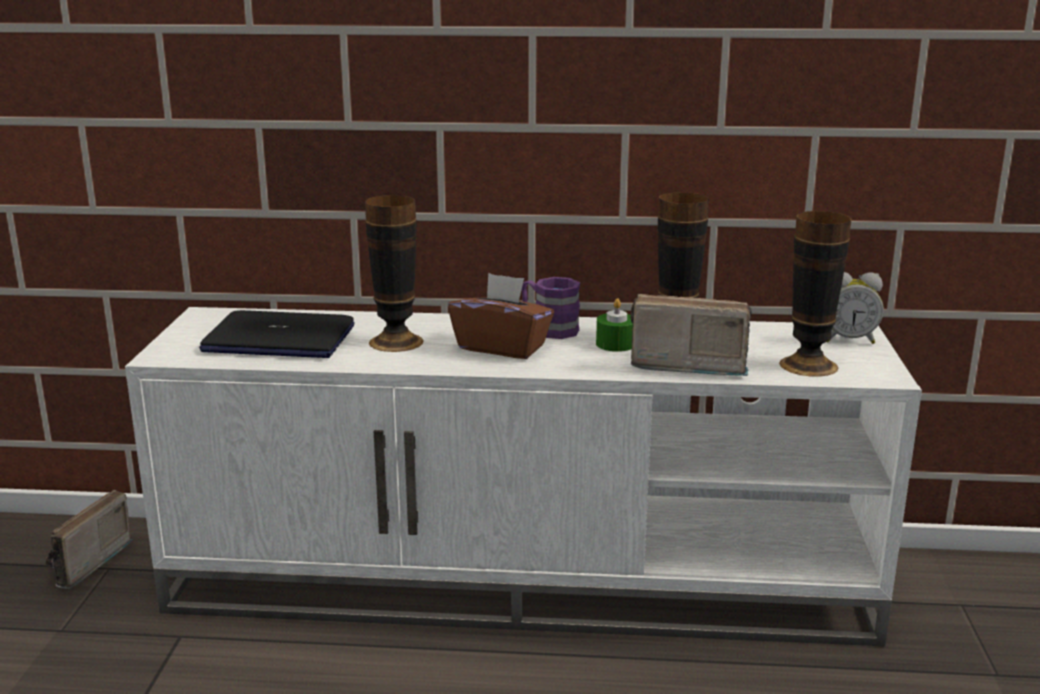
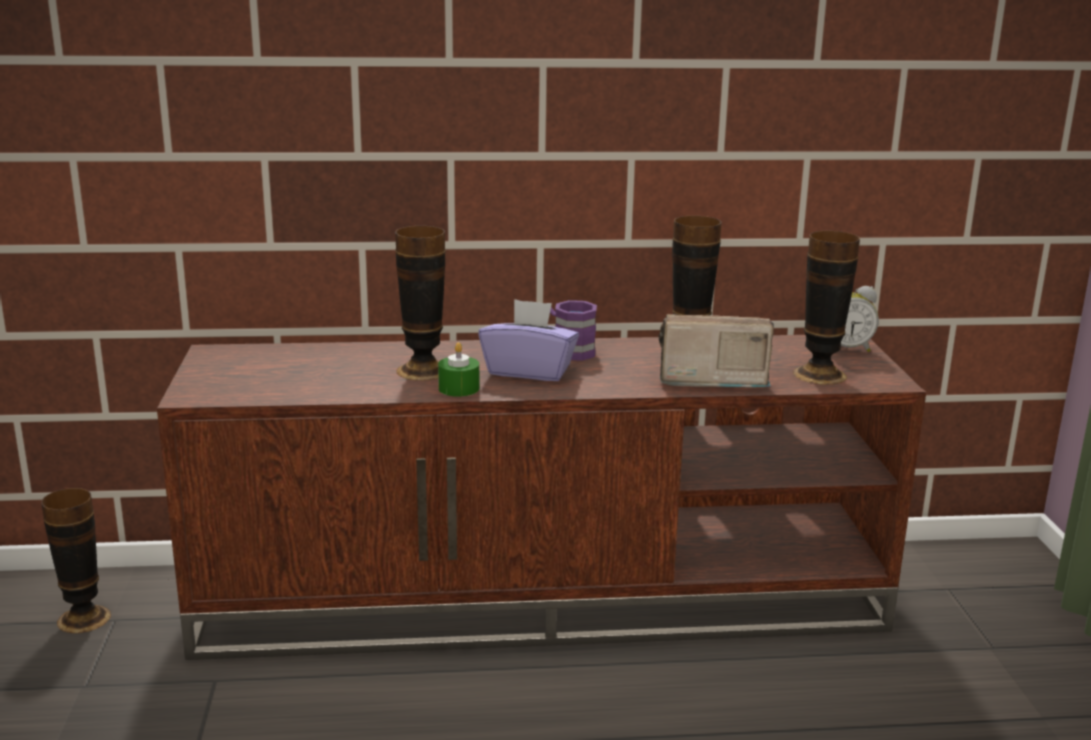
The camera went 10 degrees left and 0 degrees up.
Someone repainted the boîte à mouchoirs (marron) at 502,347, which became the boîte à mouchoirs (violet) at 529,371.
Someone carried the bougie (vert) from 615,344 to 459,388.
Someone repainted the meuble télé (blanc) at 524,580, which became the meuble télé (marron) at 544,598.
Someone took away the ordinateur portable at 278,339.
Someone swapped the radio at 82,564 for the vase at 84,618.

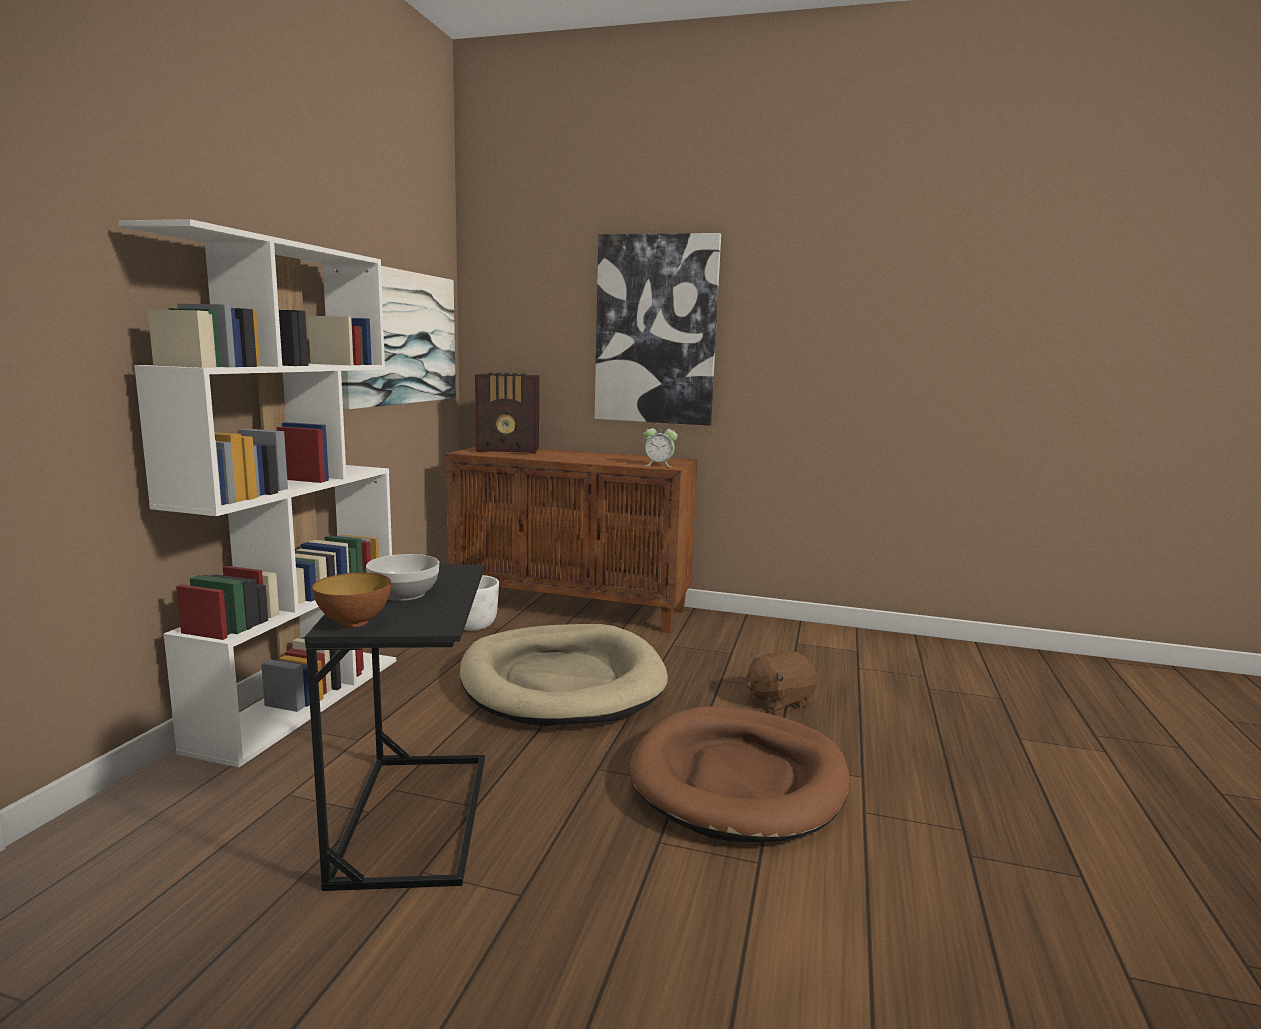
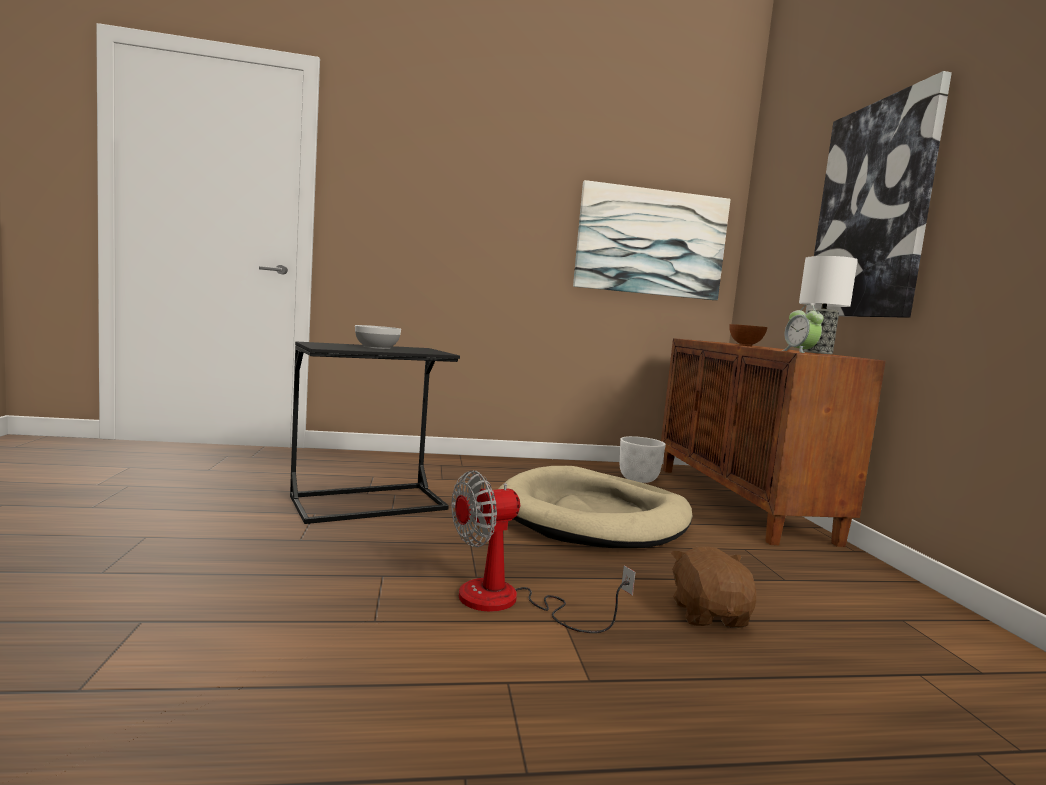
The camera went 65 degrees right and 5 degrees down.
Someone took away the bibliothèque (blanc) at 300,700.
Someone took away the radio at 509,450.
Someone carried the bol from 354,623 to 745,345.
Someone rotated the peluche (marron) at 778,700 by 45 degrees clockwise.
Someone swapped the panier pour chien (marron) at 739,779 for the ventilateur at 509,602.
Someone put down the lampe de table at 817,353.

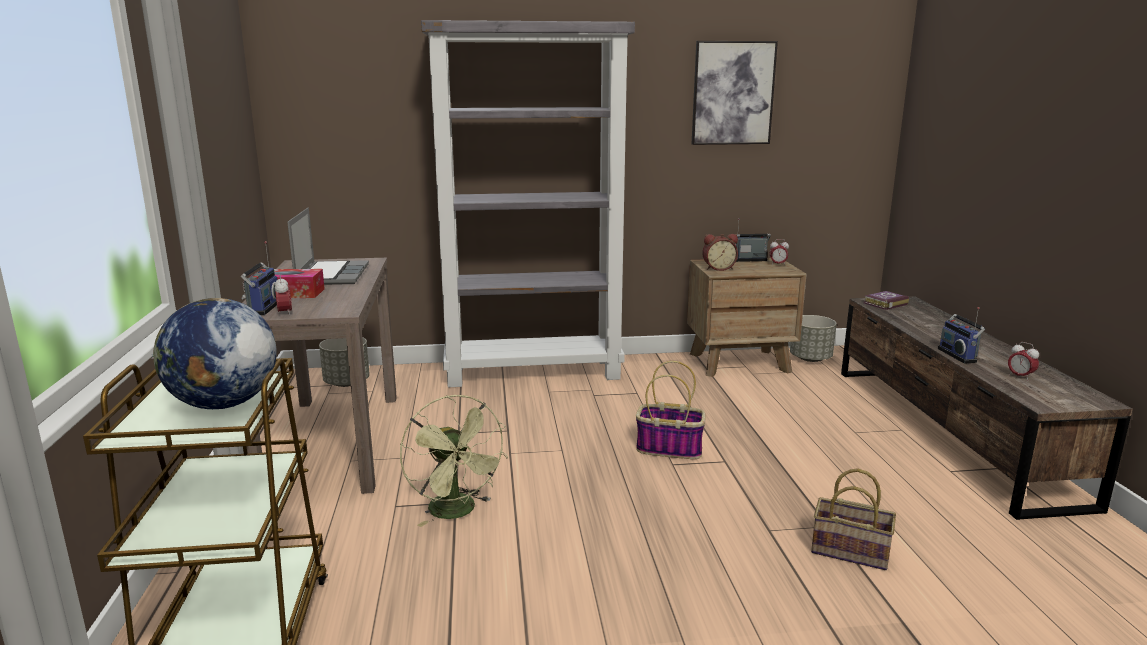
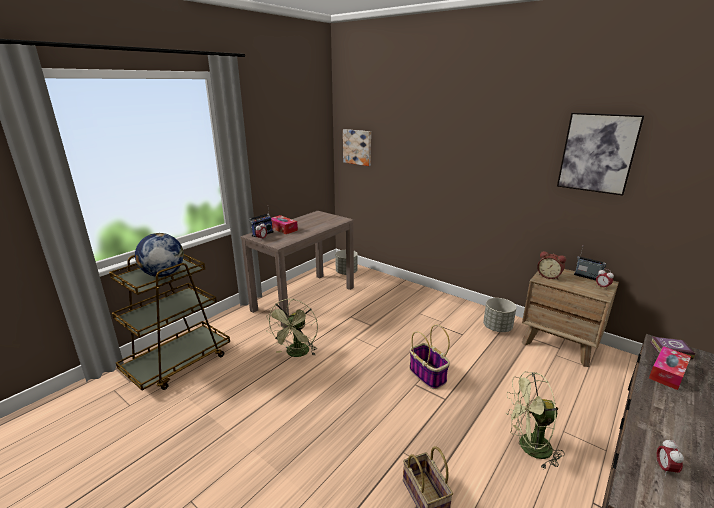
The camera went 45 degrees right and 5 degrees up.
Someone took away the bibliothèque (gris) at 534,372.
Someone took away the ordinateur portable at 331,275.
Someone took away the radio at 959,355.
Someone carried the cache-pot (gris) from 810,358 to 497,328.
Someone put up the tableau at 357,147.
Someone put down the boîte à mouchoirs at 667,373.
Someone put down the ventilateur (vert) at 528,447.

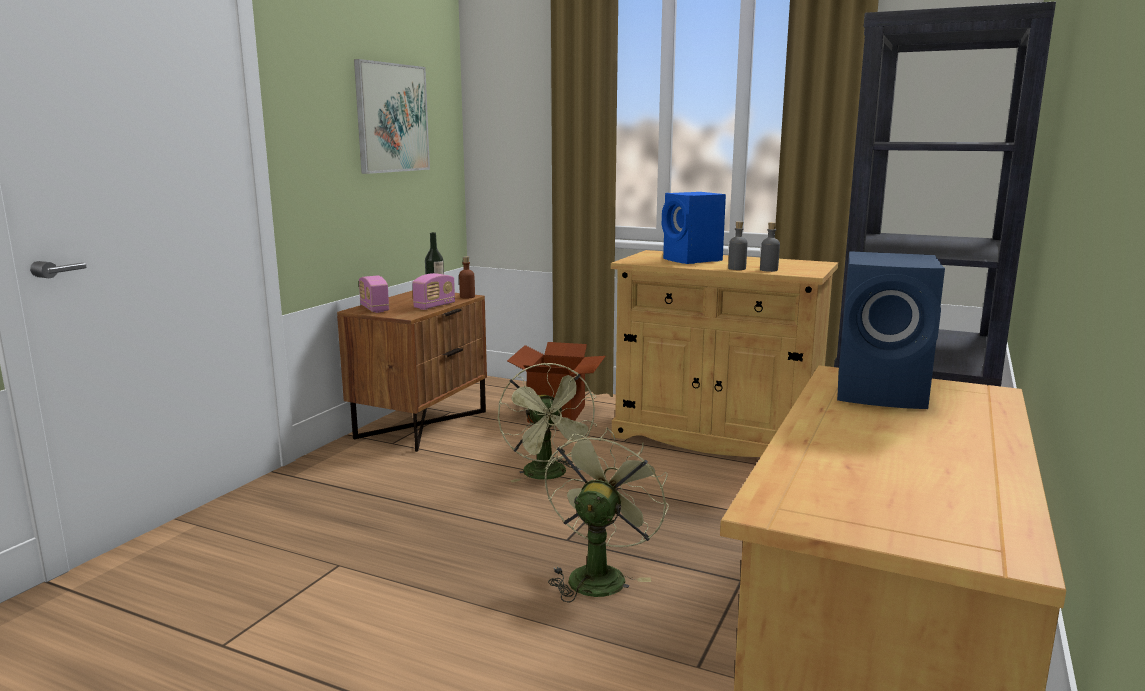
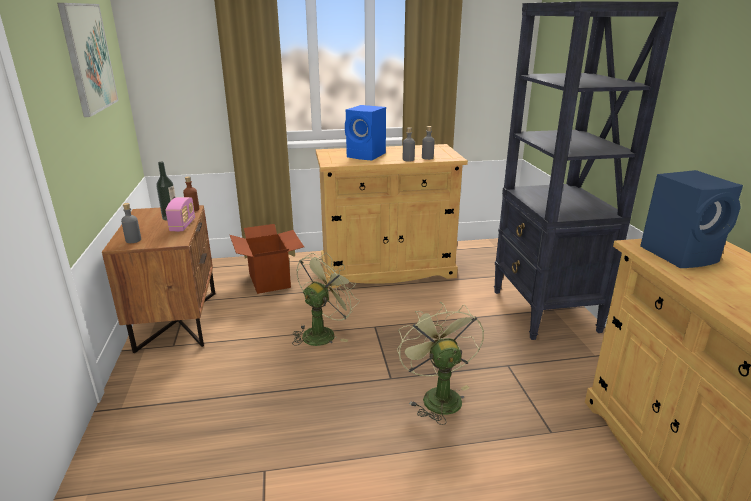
The camera went 35 degrees left and 10 degrees up.
Someone swapped the radio at 374,309 for the bouteille (gris) at 133,240.
Someone rotated the ventilateur (vert) at 549,475 by 90 degrees counterclockwise.

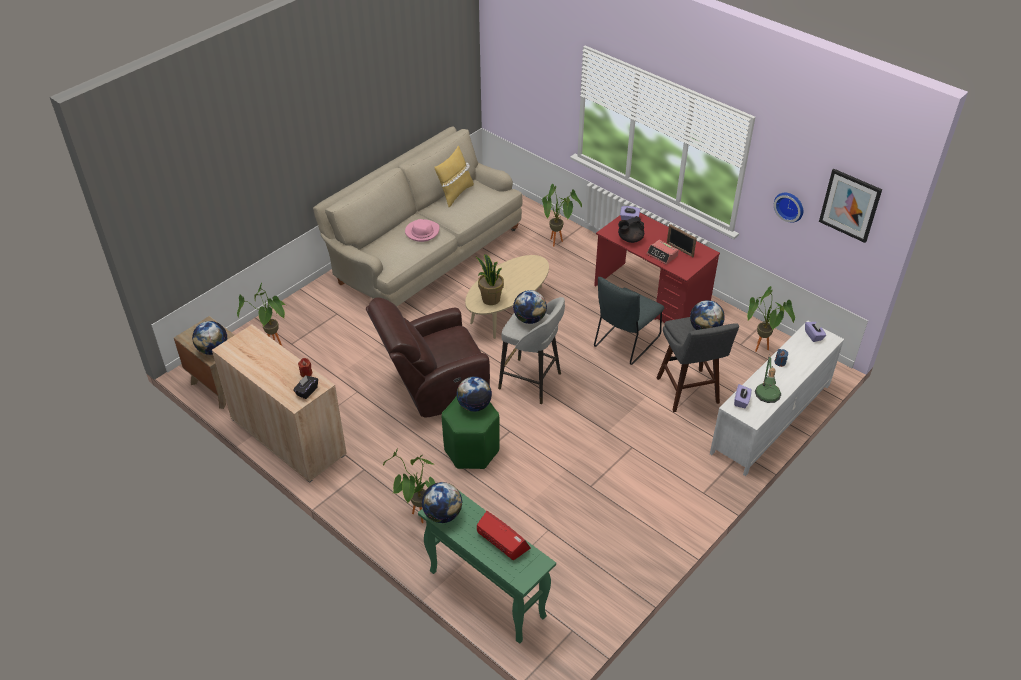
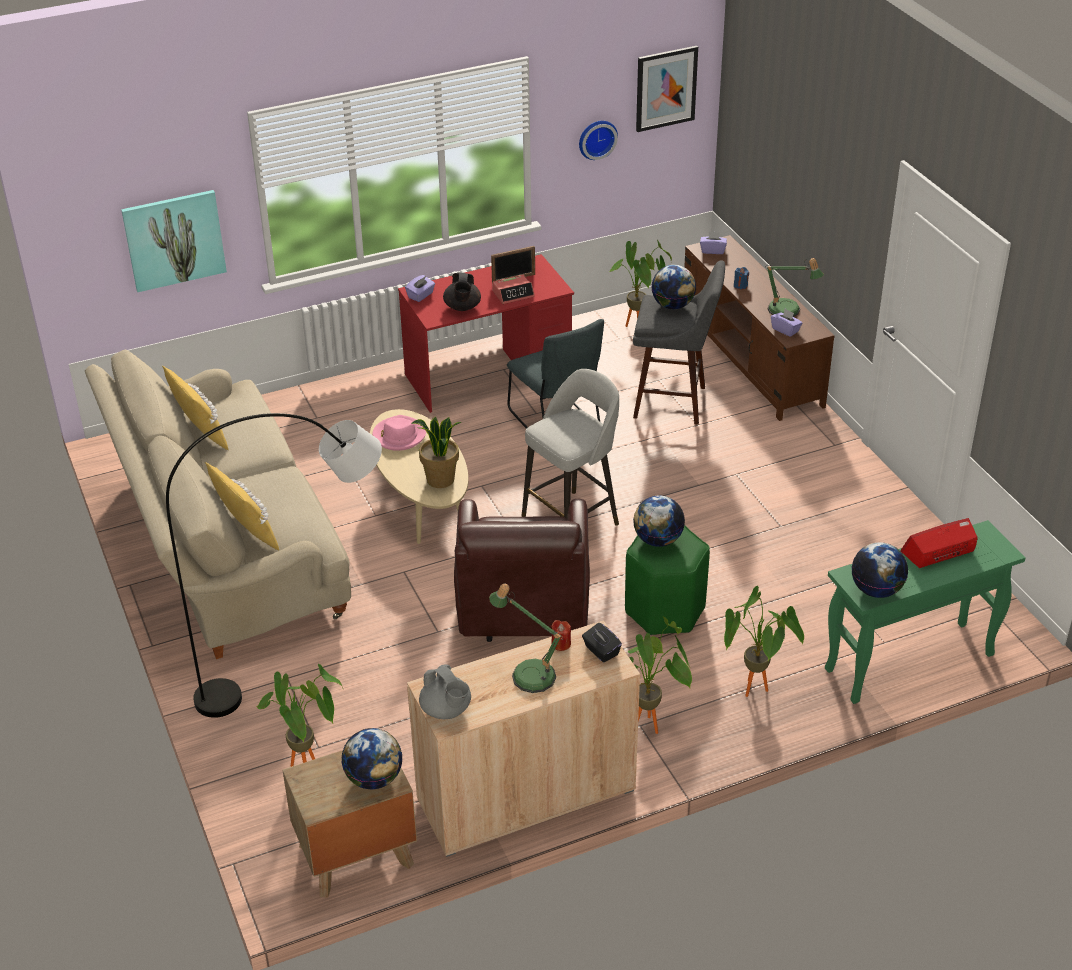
The camera went 65 degrees left and 5 degrees down.
Someone carried the plante en pot from 557,244 to 653,726.
Someone carried the chapeau (rose) from 422,232 to 399,436.
Someone took away the globe at 529,319.
Someone repainted the meuble télé (blanc) at 771,419, which became the meuble télé (marron) at 751,360.
Someone put up the tableau at 174,240.
Someone put down the lampadaire (gris) at 303,673.
Someone put down the coussin (jaune) at 246,535.
Someone put down the lampe de table at 528,672.
Someone put down the théière (gris) at 446,710.

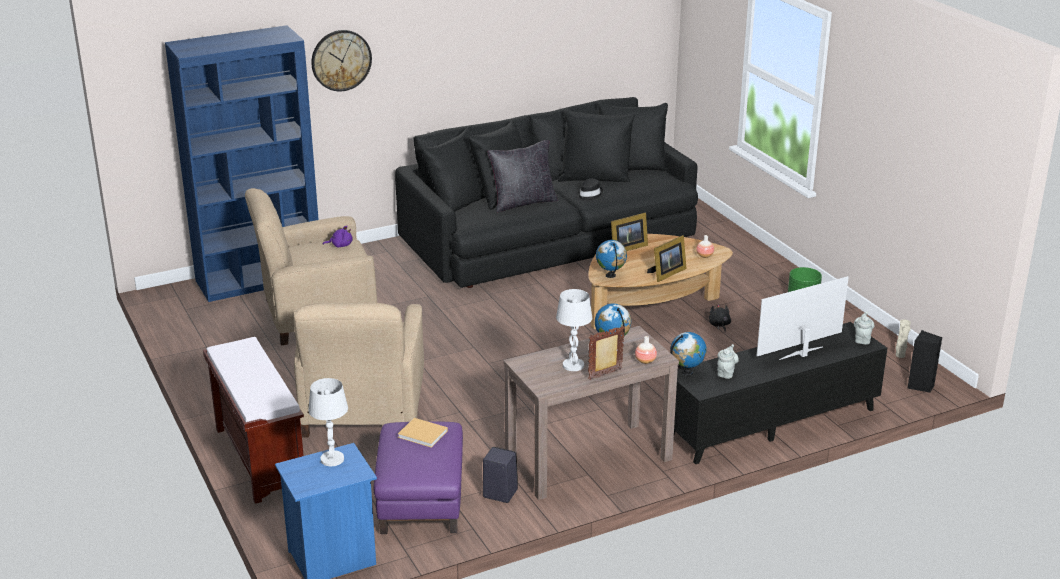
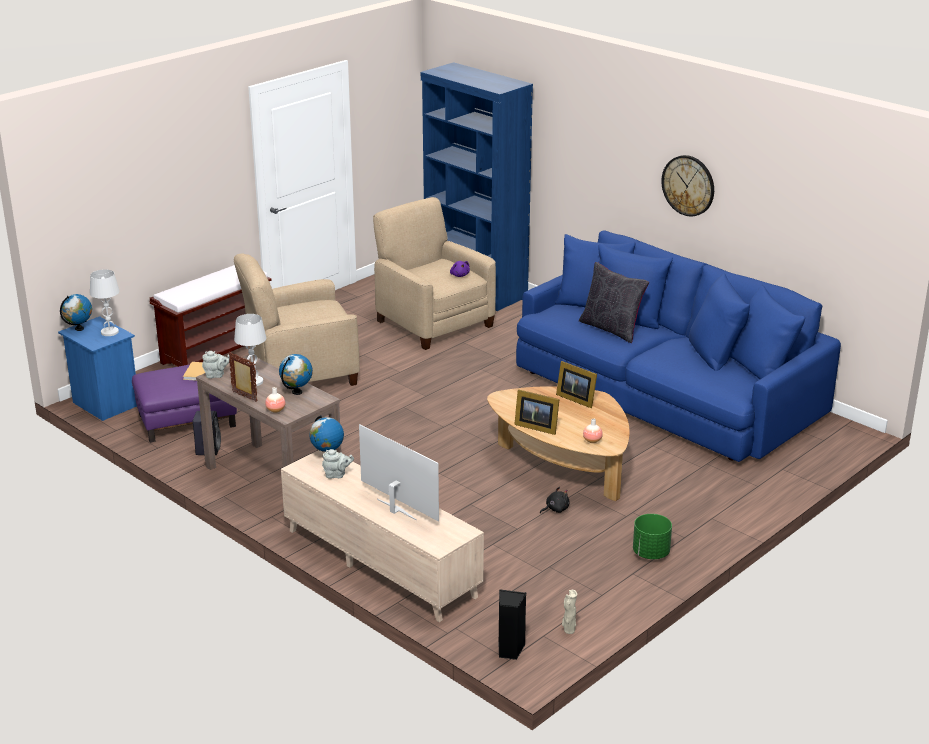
The camera went 70 degrees right and 0 degrees up.
Someone carried the horloge murale from 341,60 to 688,185.
Someone repainted the canapé (noir) at 549,238, which became the canapé (bleu) at 666,391.
Someone took away the chapeau (noir) at 589,195.
Someone carried the globe from 610,275 to 79,329.
Someone carried the théière (gris) from 862,339 to 216,375.
Someone repainted the meuble télé (noir) at 772,423, which became the meuble télé (beige) at 380,563.

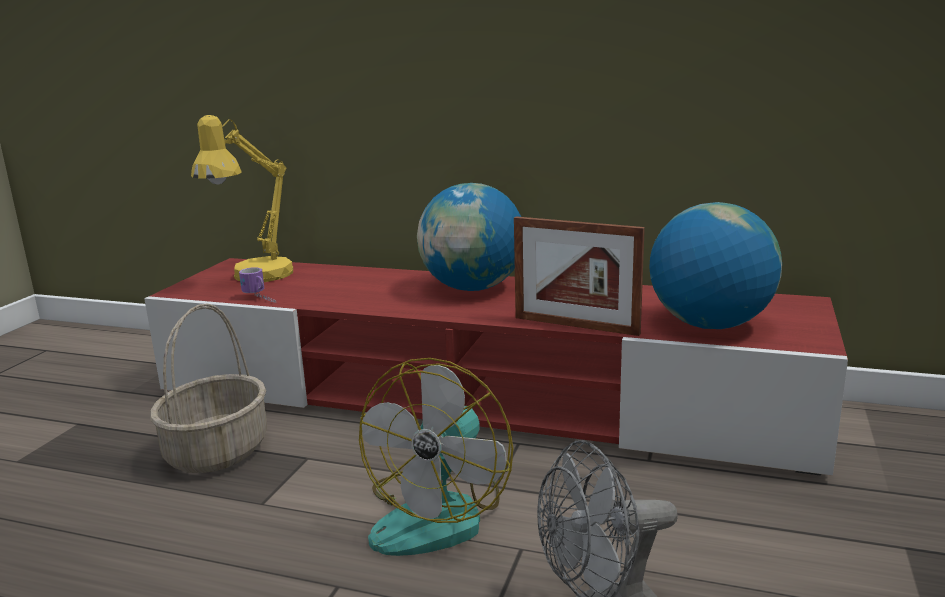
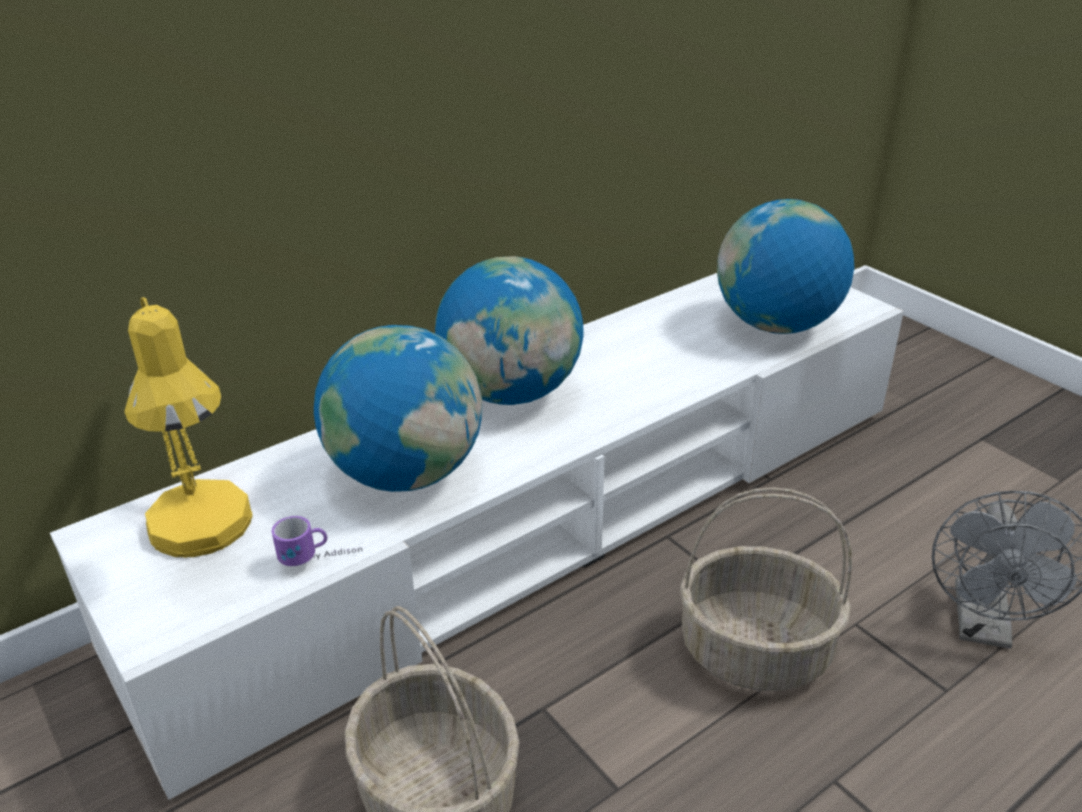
The camera went 55 degrees left and 15 degrees up.
Someone took away the cadre photo at 576,325.
Someone repainted the meuble télé (rouge) at 477,399, which became the meuble télé (blanc) at 544,518.
Someone swapped the ventilateur at 439,514 for the panier at 757,650.
Someone put down the globe at 406,473.

